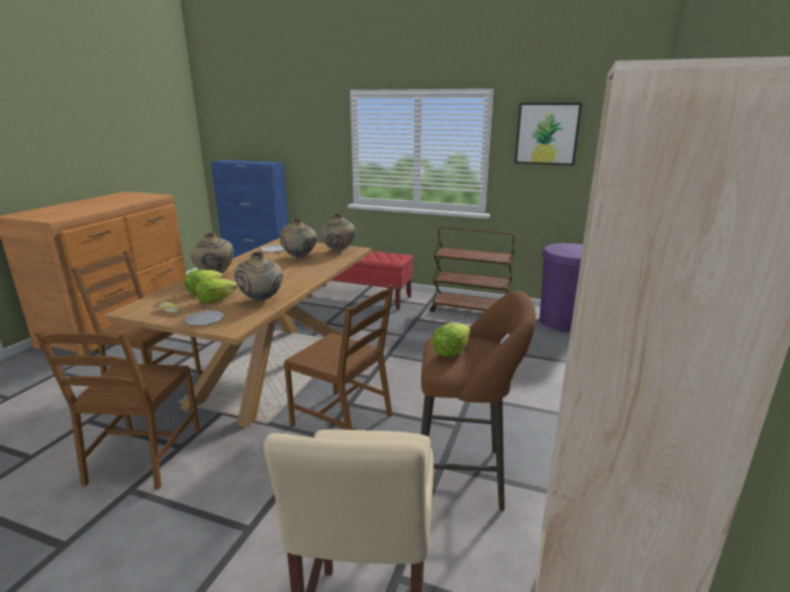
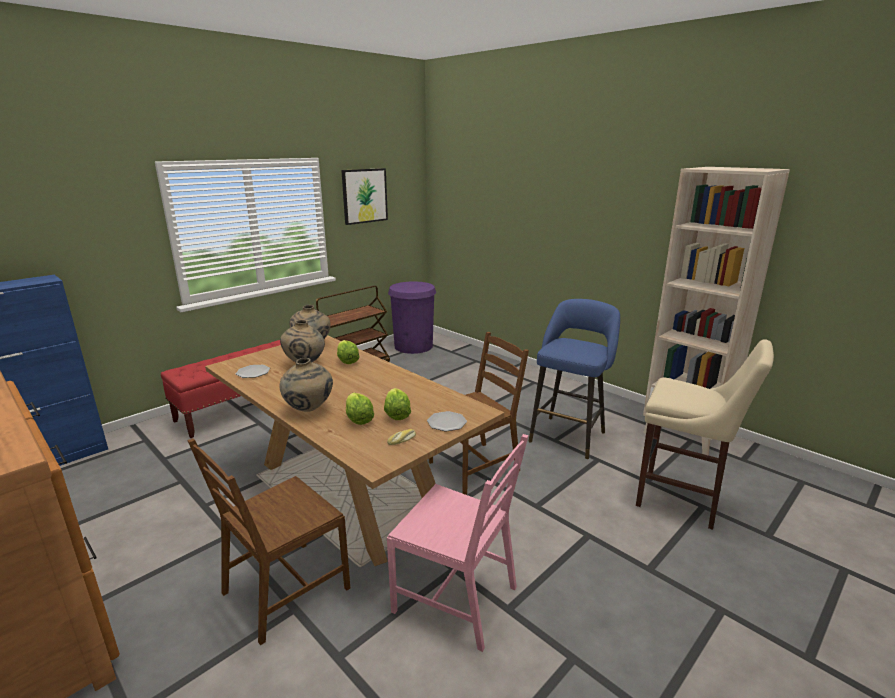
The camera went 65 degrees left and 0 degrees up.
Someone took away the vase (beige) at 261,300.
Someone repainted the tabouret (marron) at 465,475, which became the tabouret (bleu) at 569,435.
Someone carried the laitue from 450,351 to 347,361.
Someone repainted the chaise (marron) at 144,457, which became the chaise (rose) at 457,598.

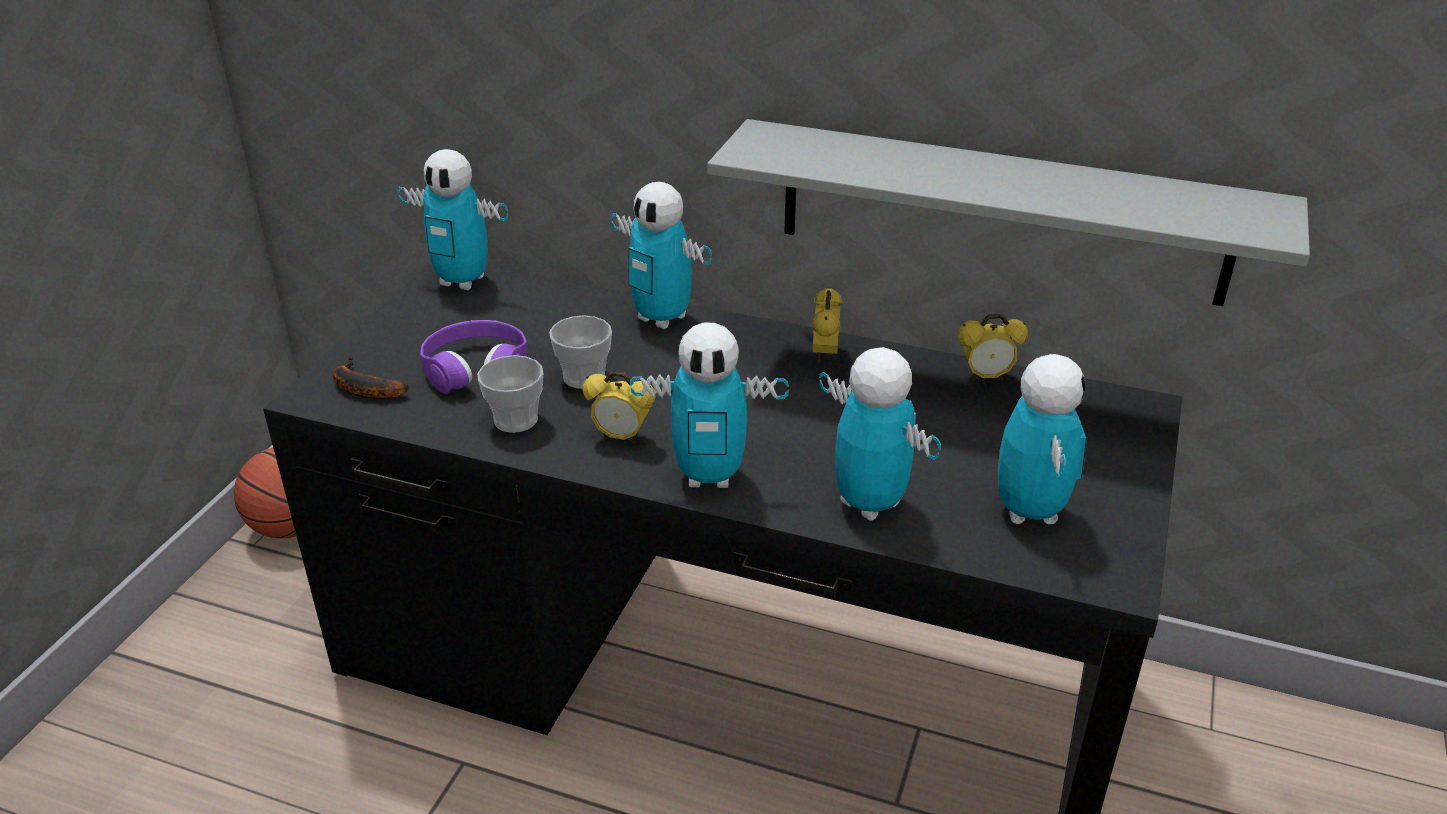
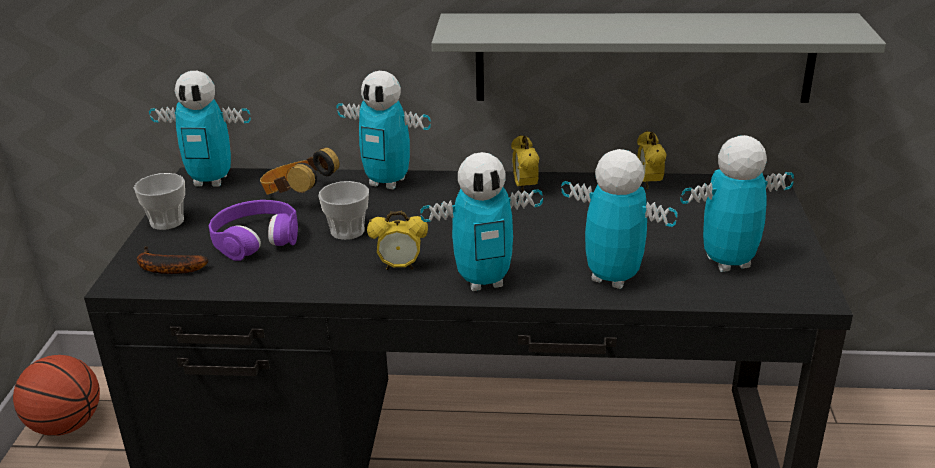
The camera went 15 degrees left and 5 degrees down.
Someone rotated the réveil at 986,377 by 105 degrees clockwise.
Someone rotated the robot jouet at 1029,511 by 90 degrees counterclockwise.
Someone carried the tasse from 515,420 to 167,221.
Someone put down the casque audio at 298,195.

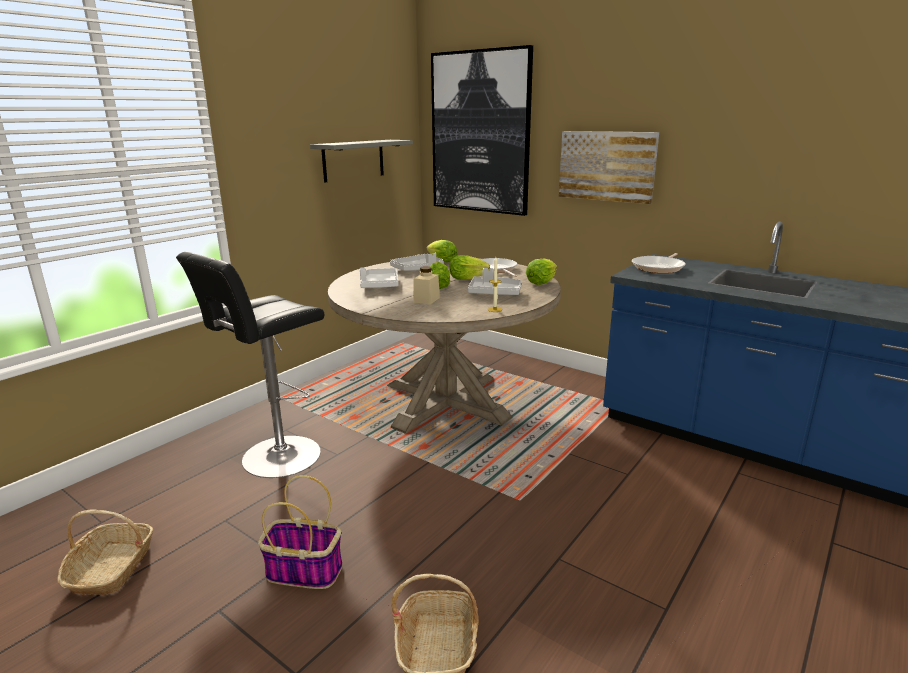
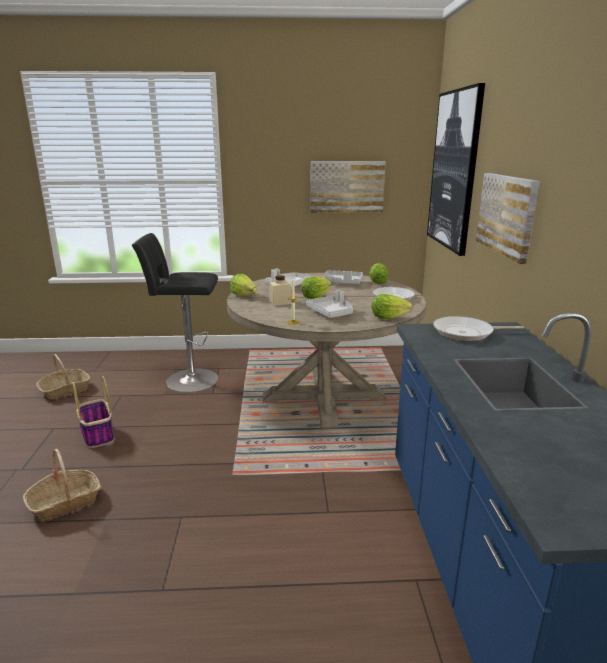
The camera went 50 degrees right and 0 degrees up.
Someone swapped the étagère (gris) at 353,160 for the tableau at 347,186.
Someone carried the laitue from 467,279 to 244,295.

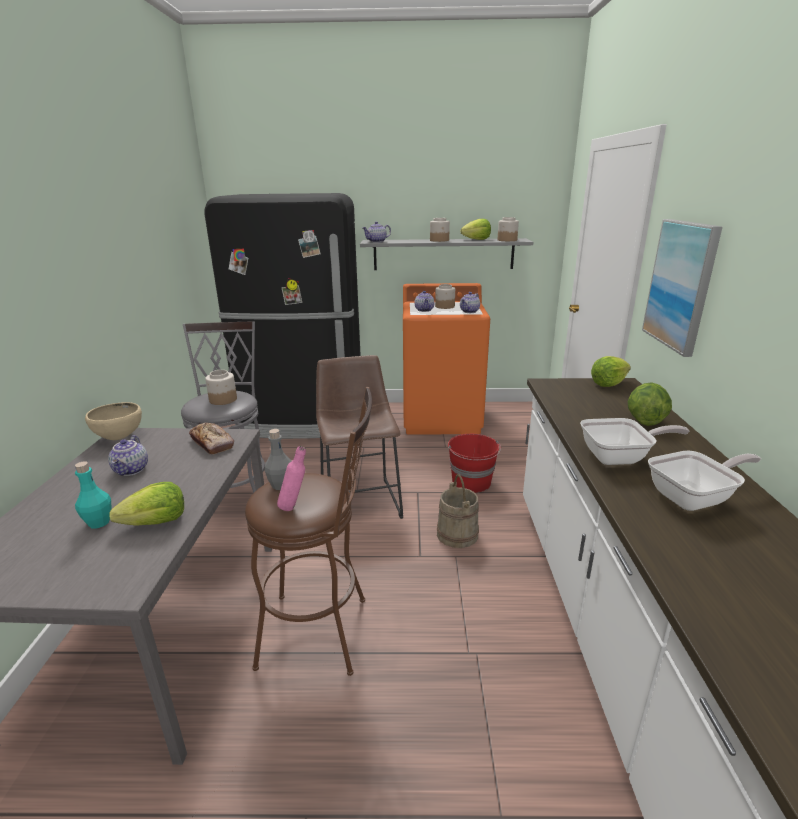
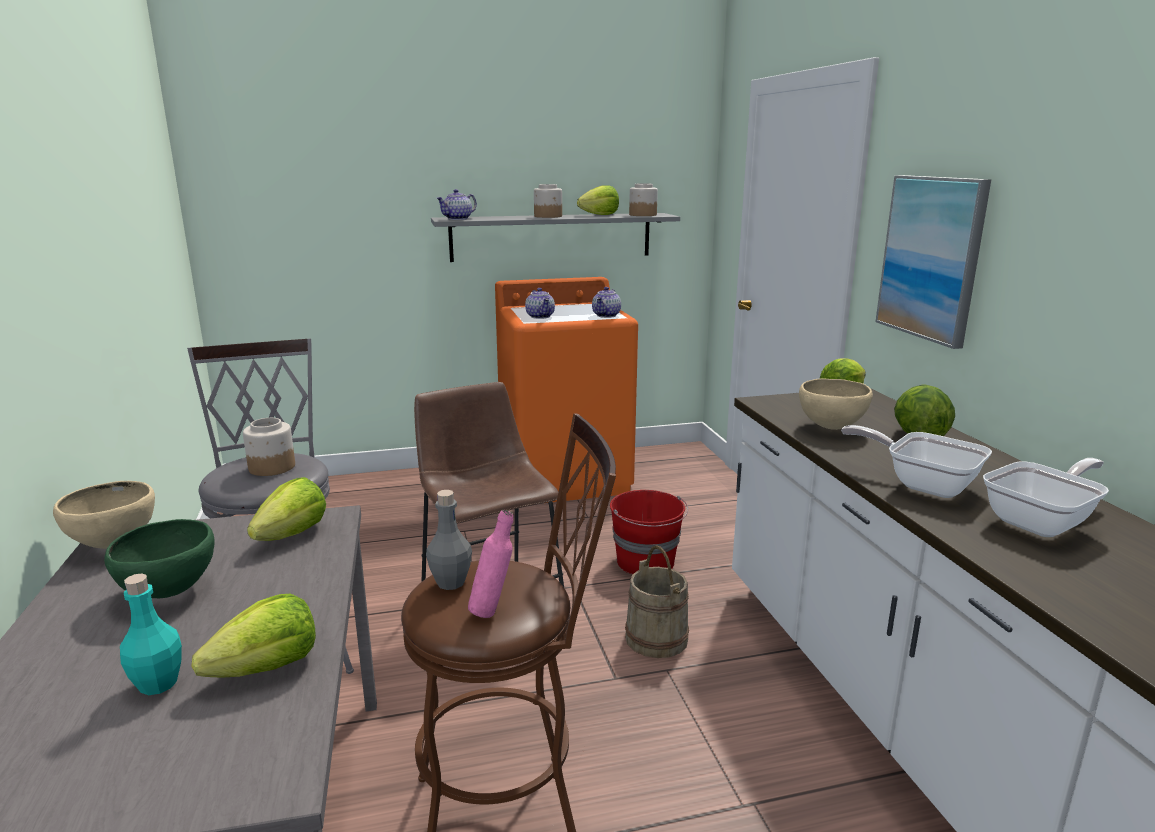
The camera went 15 degrees left and 5 degrees down.
Someone took away the réfrigérateur (noir) at 303,420.
Someone took away the bocal at 444,306.
Someone rotated the poêle at 620,458 by 120 degrees counterclockwise.
Someone swapped the pain at 212,443 for the laitue at 292,534.
Someone swapped the théière at 132,470 for the bol (vert) at 170,592.
Someone put down the bol (beige) at 831,427.

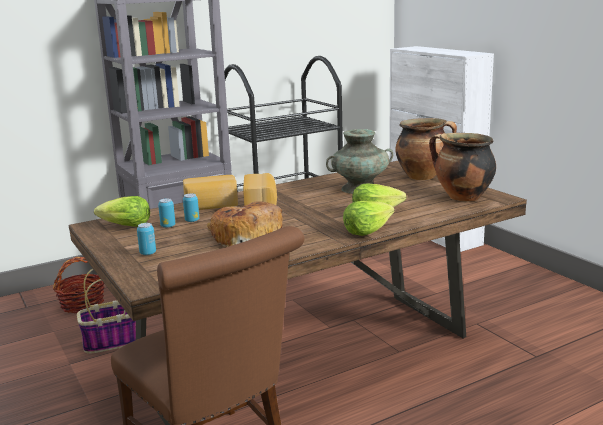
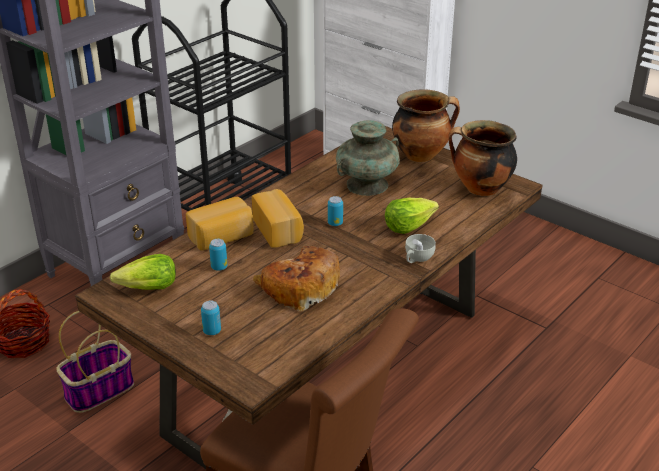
The camera went 20 degrees left and 15 degrees up.
Someone carried the boîte métallique from 168,226 to 335,223.
Someone swapped the laitue at 367,231 for the tasse (blanc) at 417,259.

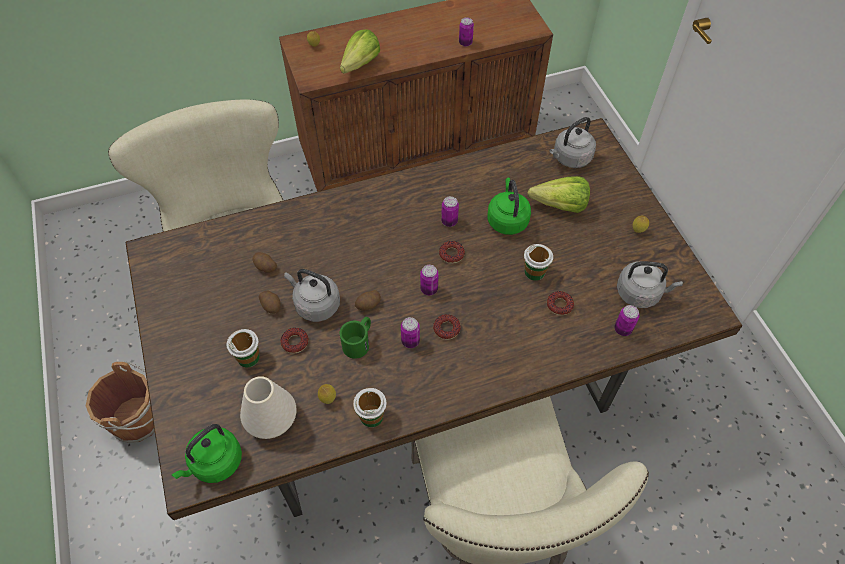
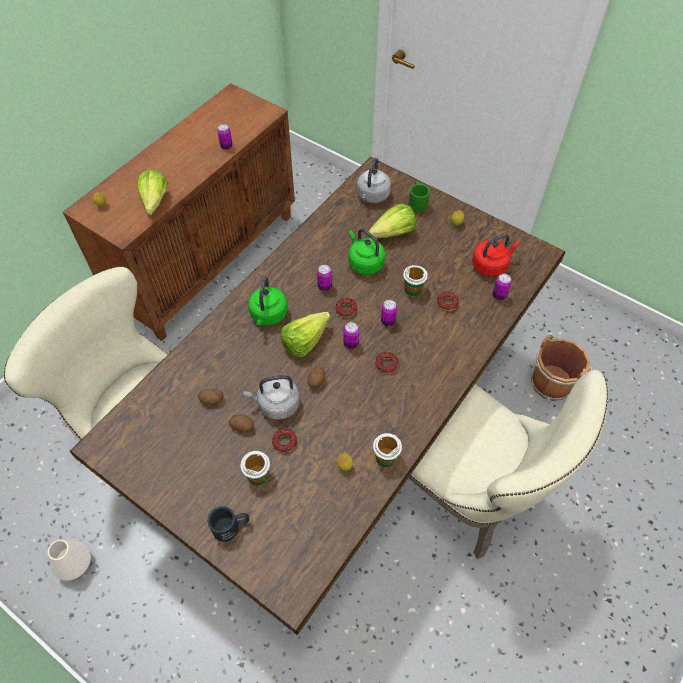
The camera went 35 degrees left and 0 degrees up.
Someone repainted the bouilloire (gris) at 640,293, which became the bouilloire (rouge) at 491,265.
Someone carried the mug (vert) from 359,341 to 417,202.
Someone carried the boîte métallique from 410,341 to 388,321.
Someone carried the seau (marron) from 140,419 to 552,381.
Someone carried the vase (blanc) from 271,420 to 75,564.
Someone carried the bouilloire (vert) from 215,463 to 268,315.
Someone put down the laitue at 309,340.
Someone put down the mug (noir) at 231,527.

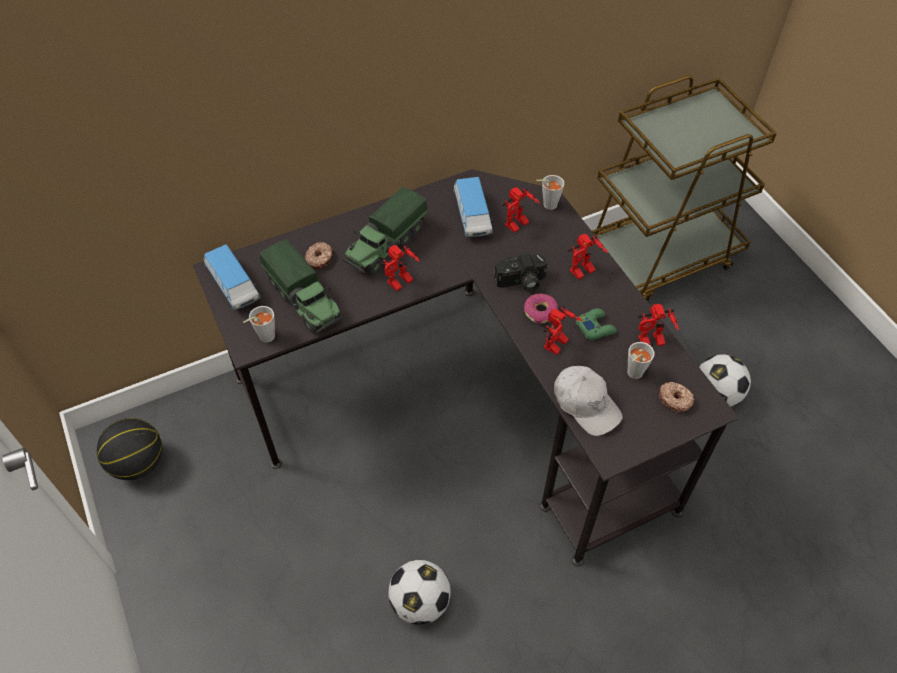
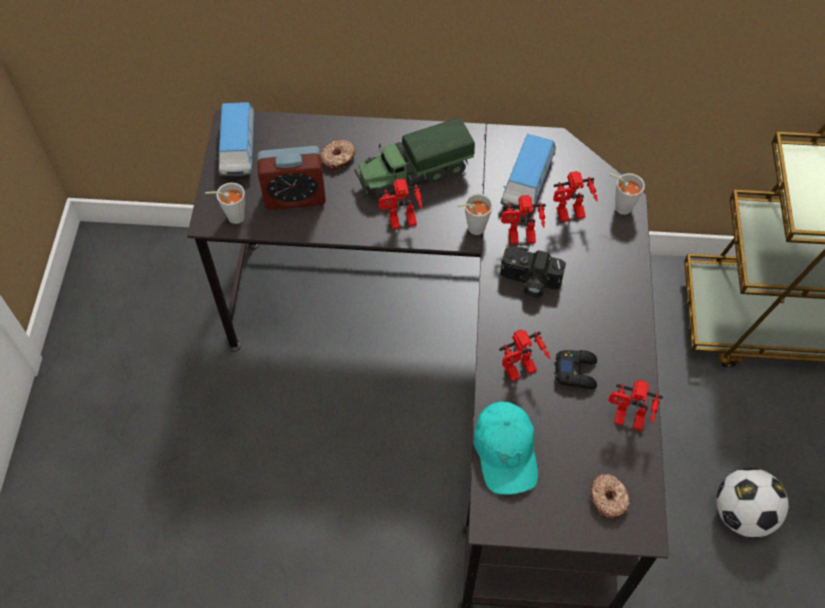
The camera went 30 degrees right and 5 degrees up.
Someone carried the robot jouet from 582,273 to 520,239.
Someone swapped the camion jouet at 304,301 for the réveil at 295,197.
Someone took away the beignet at 540,312.
Someone repainted the manette (vert) at 595,327, which became the manette (noir) at 576,372.
Someone carried the tasse (gris) from 632,374 to 472,228.
Someone repainted the casquette (blanc) at 586,404, which became the casquette (turquoise) at 505,451.
Someone took away the ballon de basket at 138,463.
Someone took away the ballon de foot at 420,602.

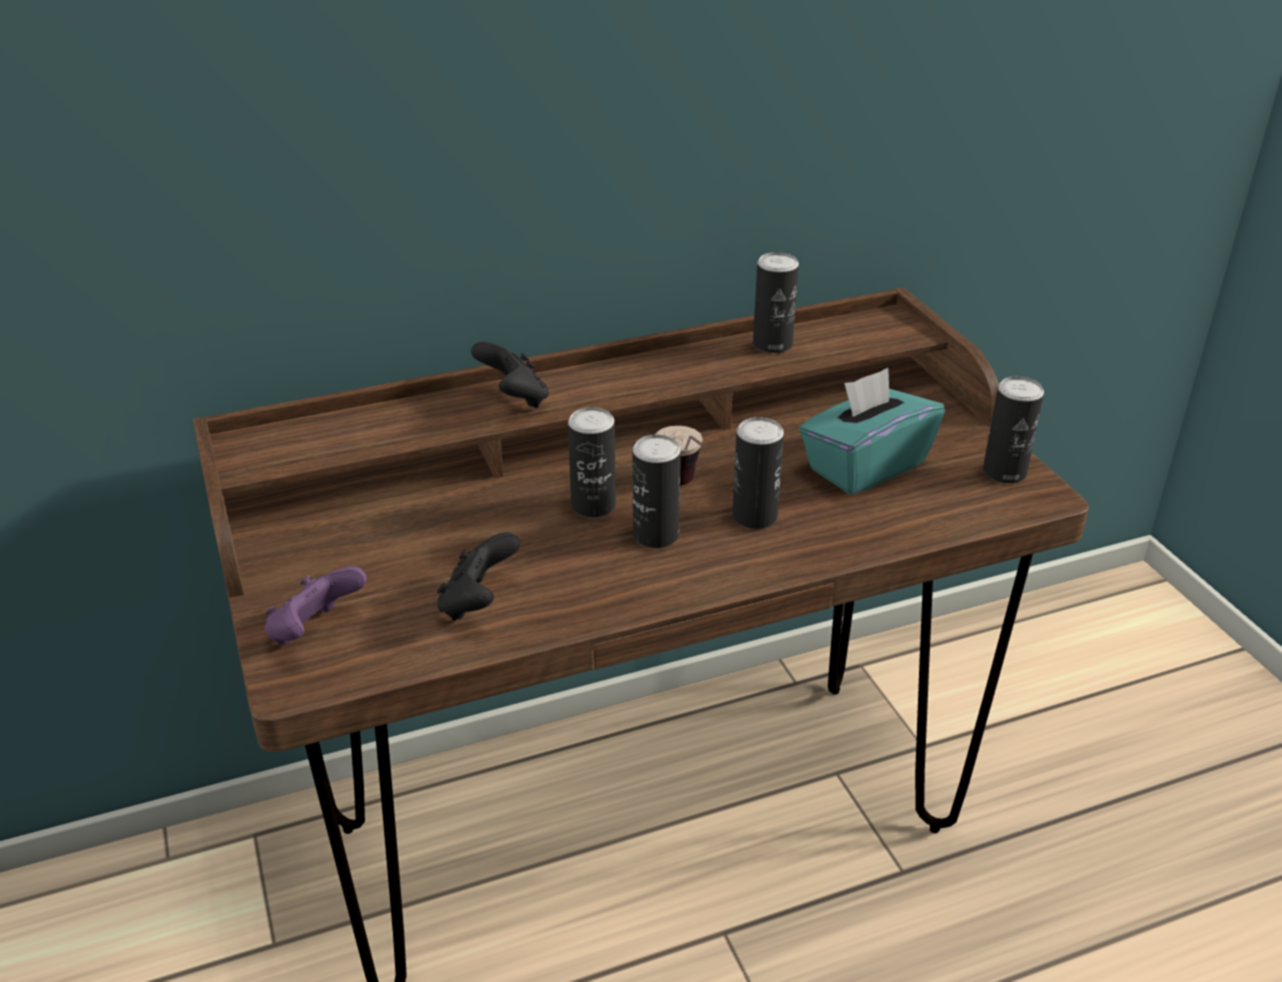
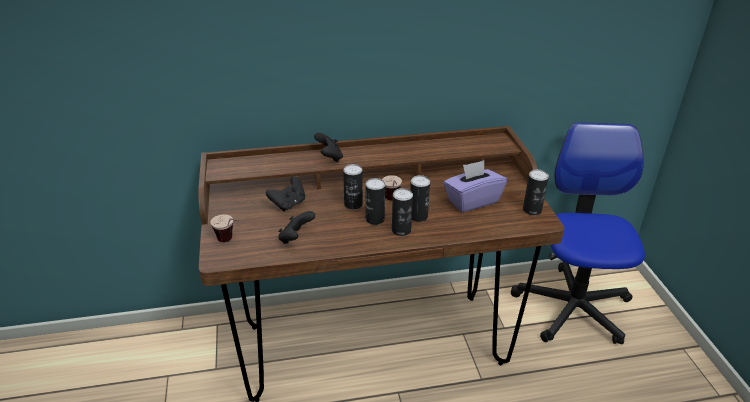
The camera went 10 degrees right and 0 degrees up.
Someone carried the boîte métallique from 772,344 to 401,230.
Someone repainted the boîte à mouchoirs (turquoise) at 865,466, which became the boîte à mouchoirs (violet) at 472,201.
Someone swapped the manette (violet) at 315,632 for the tasse at 230,242.
Someone put down the chaise de bureau at 572,307.
Someone put down the manette (noir) at 288,204.

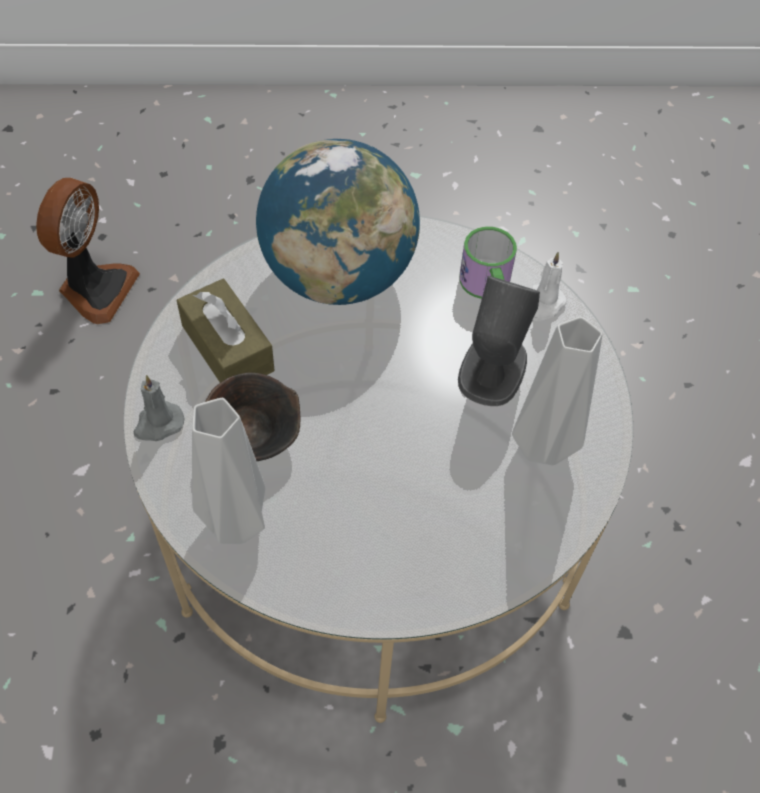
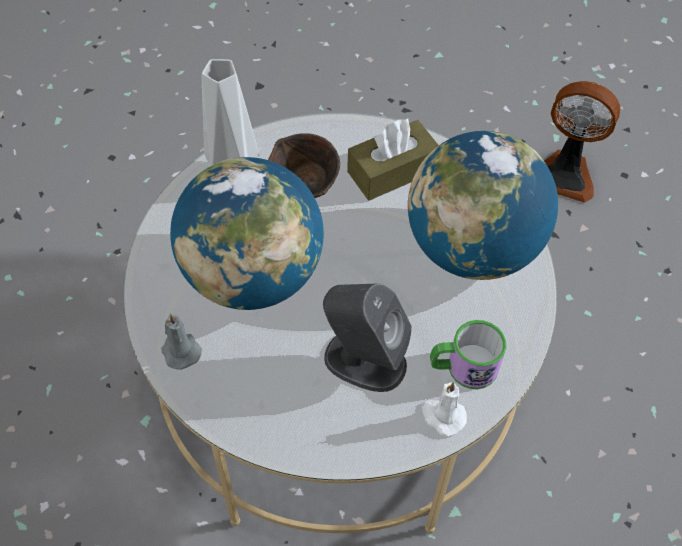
The camera went 95 degrees right and 0 degrees up.
Someone took away the vase (gris) at 539,447.
Someone carried the bougie (gris) from 158,424 to 180,350.
Someone put down the globe at 253,275.

